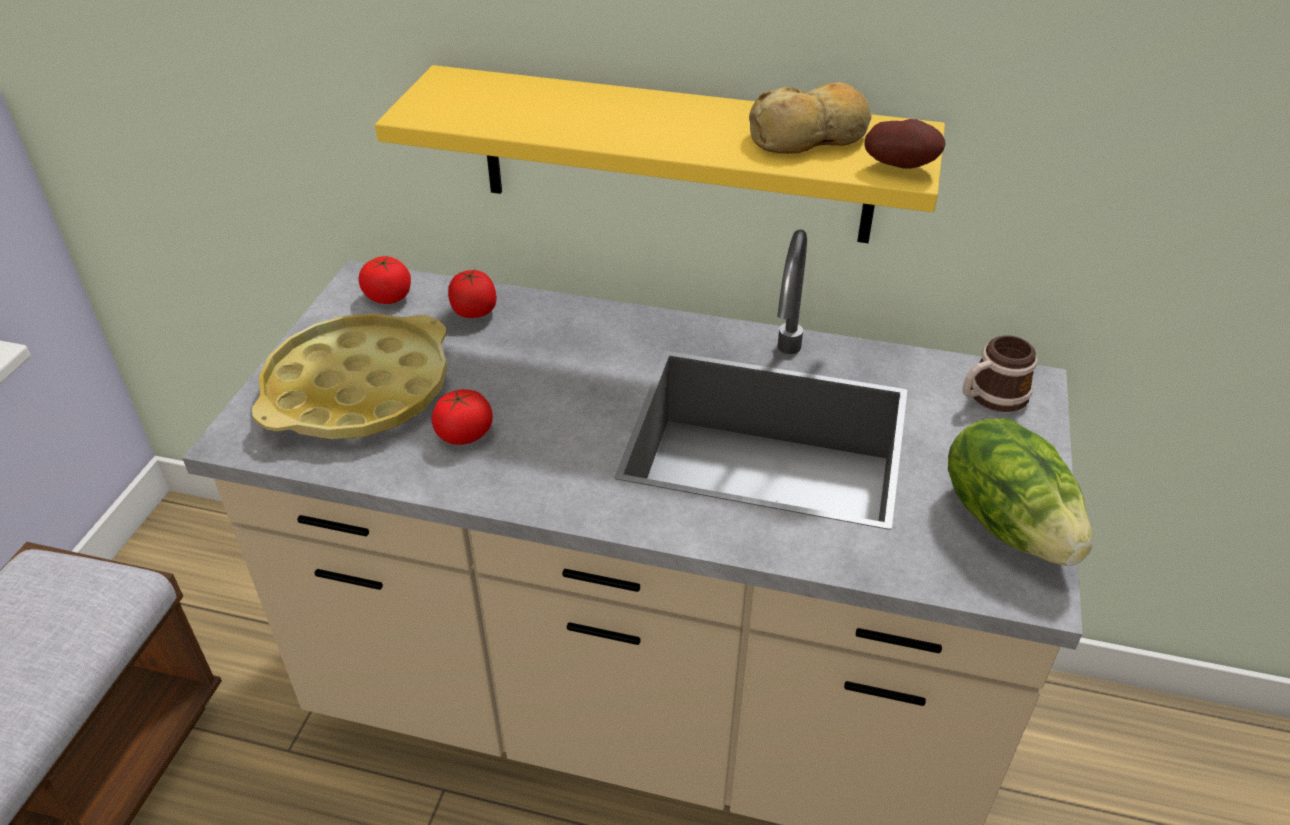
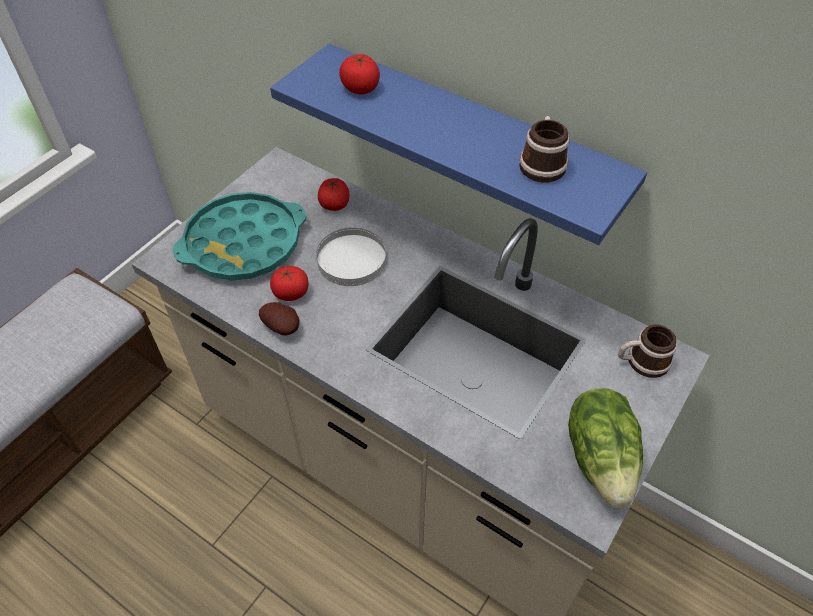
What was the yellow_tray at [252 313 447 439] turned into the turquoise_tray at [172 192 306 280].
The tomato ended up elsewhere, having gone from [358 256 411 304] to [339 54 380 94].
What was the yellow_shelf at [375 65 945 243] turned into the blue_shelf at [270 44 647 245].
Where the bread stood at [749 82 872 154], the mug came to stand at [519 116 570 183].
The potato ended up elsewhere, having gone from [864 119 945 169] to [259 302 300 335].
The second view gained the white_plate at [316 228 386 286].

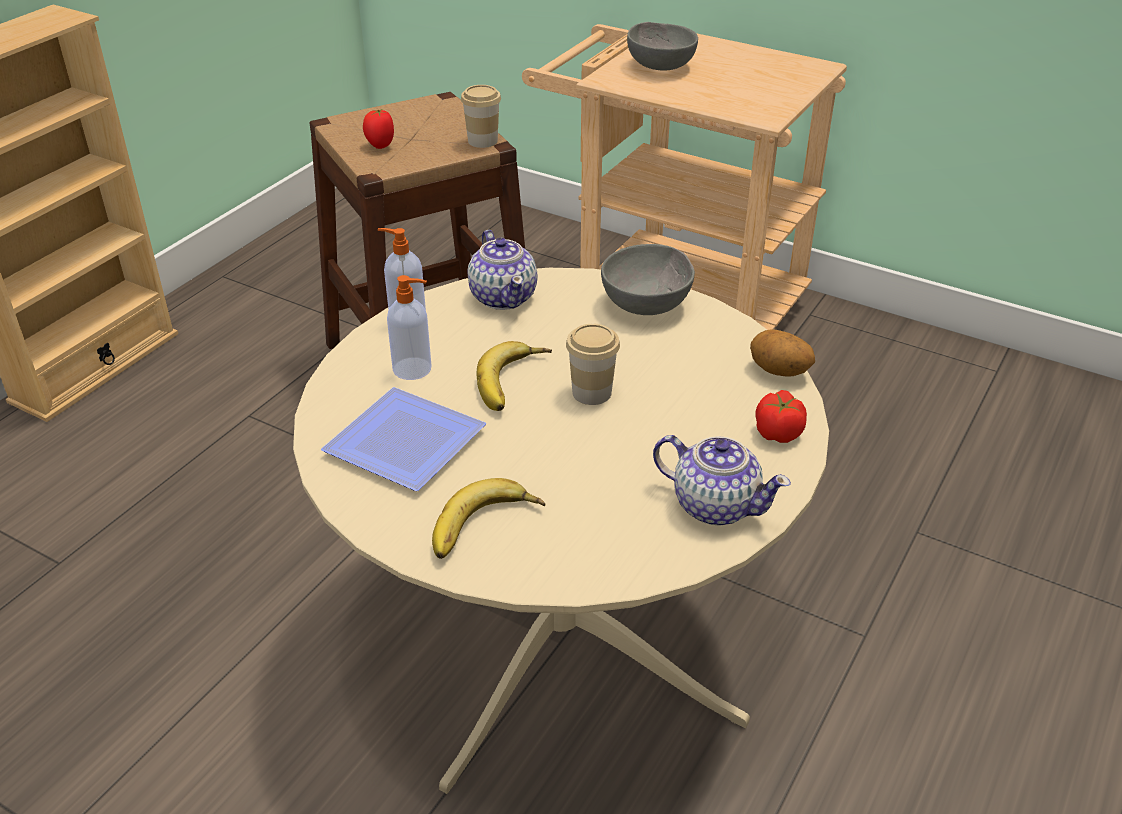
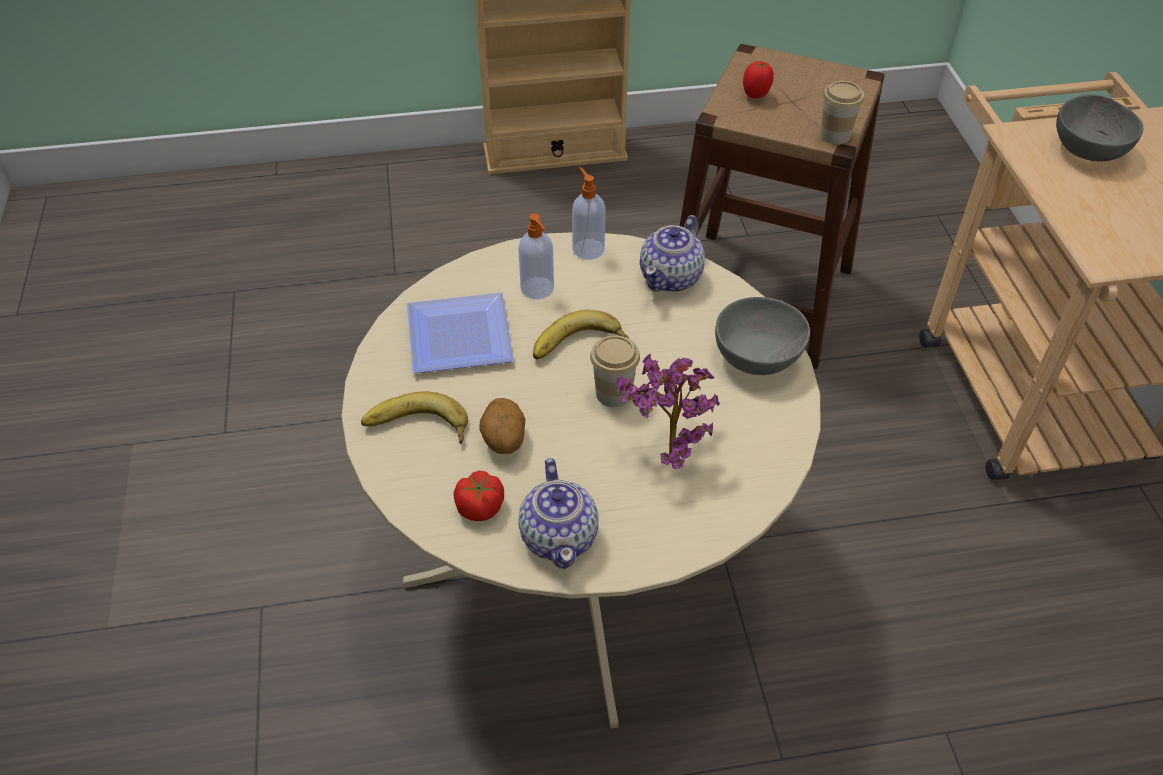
The potato ended up elsewhere, having gone from [750 329 815 377] to [480 398 525 454].
The tomato ended up elsewhere, having gone from [755 390 807 443] to [454 471 504 521].
The second view gained the potted_plant at [616 354 720 469].

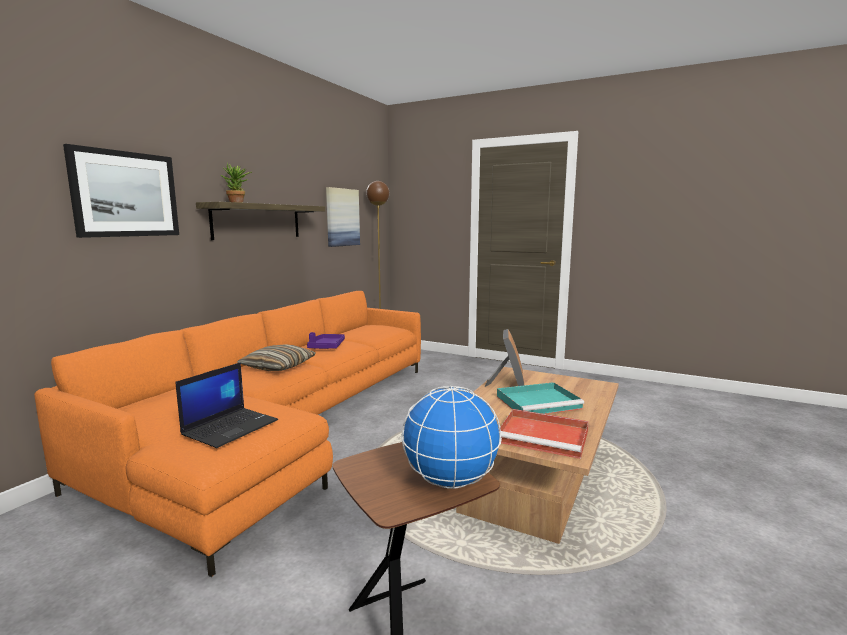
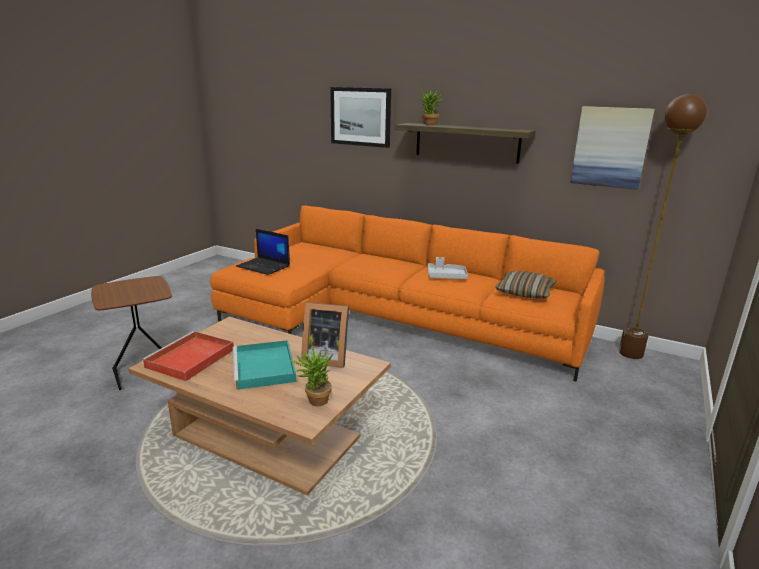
The pillow ended up elsewhere, having gone from [237 344 316 371] to [495 271 556 298].
What was the purple_tray at [307 332 345 349] turned into the grey_tray at [428 257 468 279].
The second view lost the globe at [401 386 502 489].
The second view gained the potted_plant at [290 344 333 406].

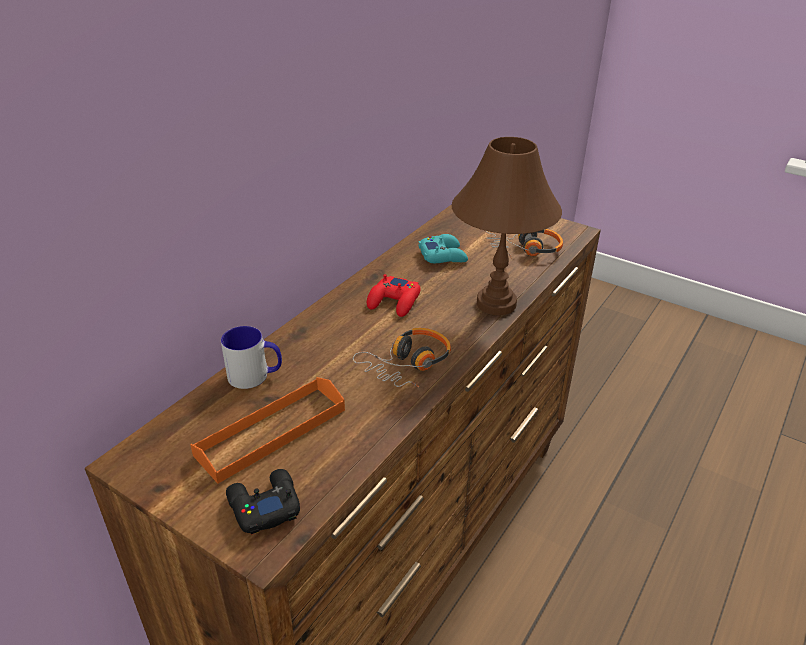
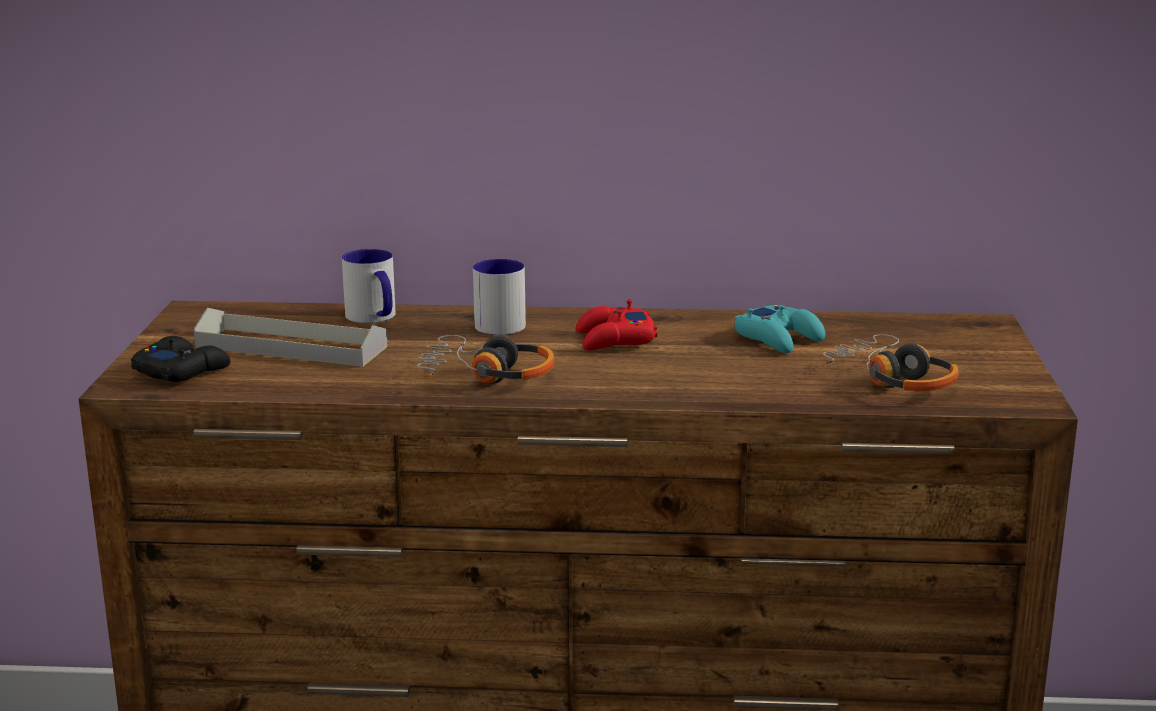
What was the orange_tray at [190 377 345 484] turned into the grey_tray at [193 308 387 367].
The second view lost the brown_table_lamp at [452 137 562 315].
The second view gained the mug at [473 259 526 335].

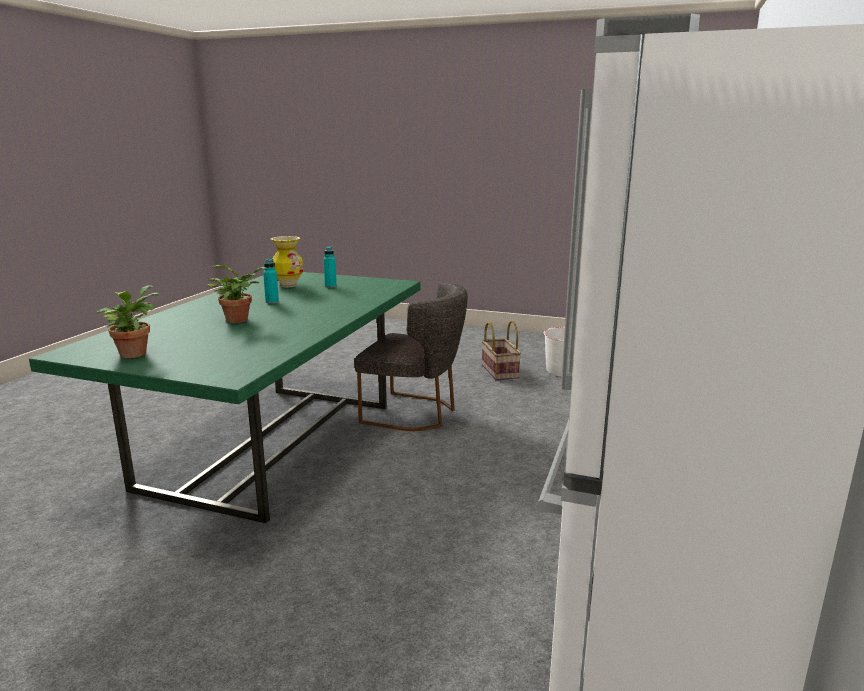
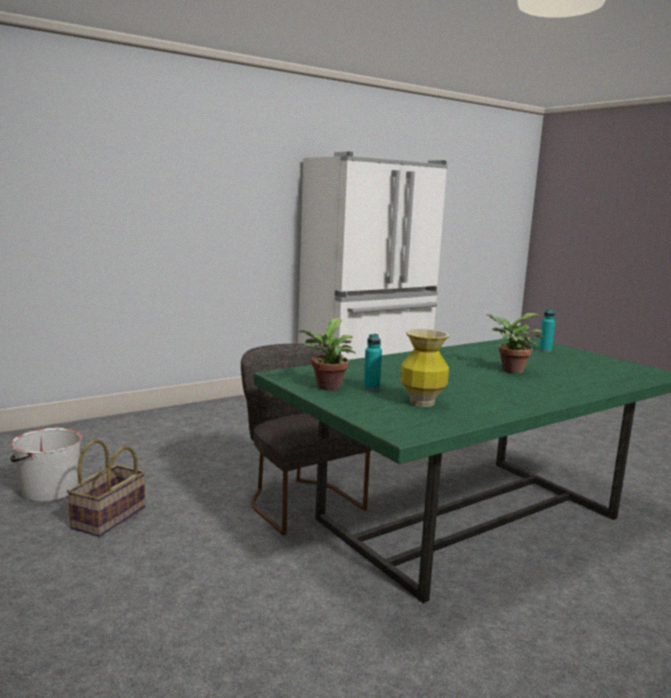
The potted_plant ended up elsewhere, having gone from [96 285 159 358] to [298 318 355 391].
The turquoise_bottle ended up elsewhere, having gone from [263 258 279 304] to [539 309 555 352].

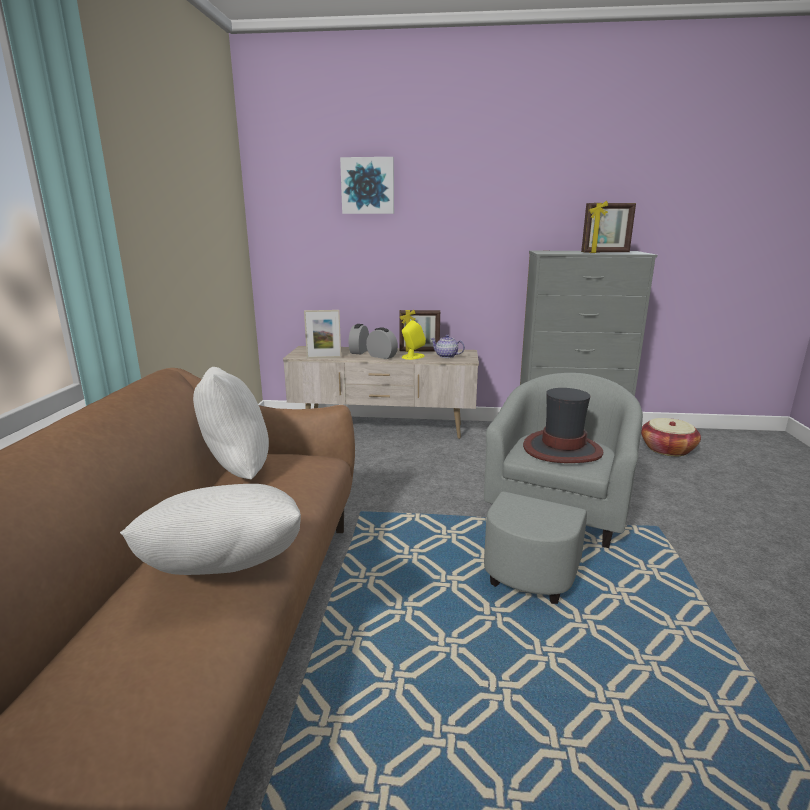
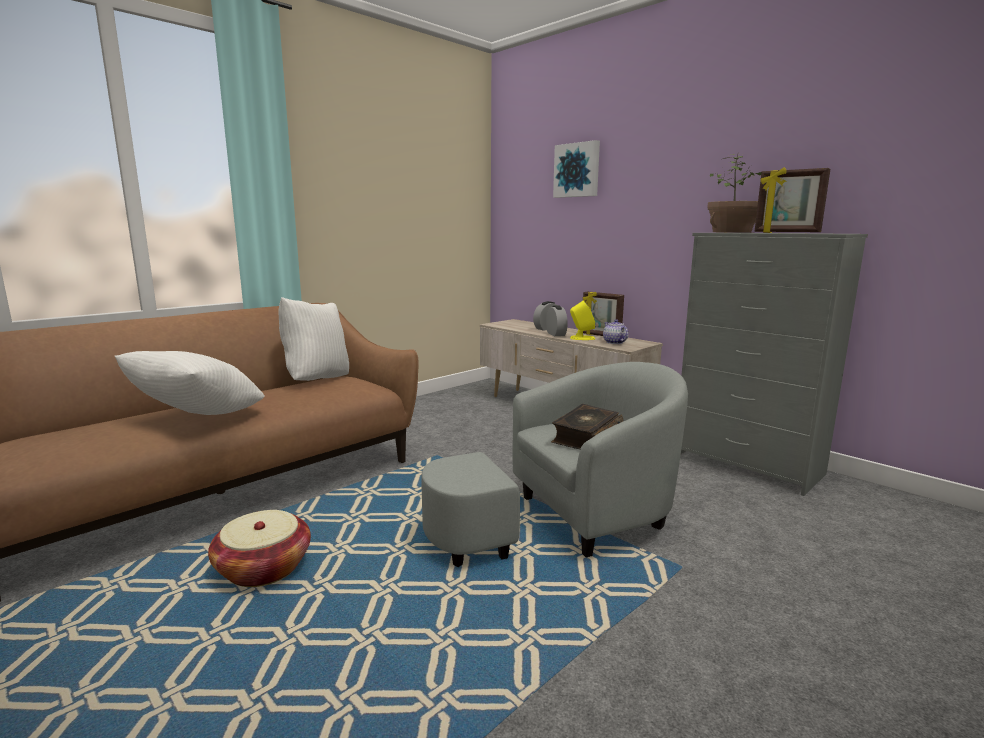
The second view lost the picture_frame at [304 310 341 358].
Where the hat stood at [523 388 603 463], the book came to stand at [551 404 623 450].
The basket ended up elsewhere, having gone from [641 418 701 456] to [208 510 311 587].
The second view gained the potted_plant at [707 154 761 233].

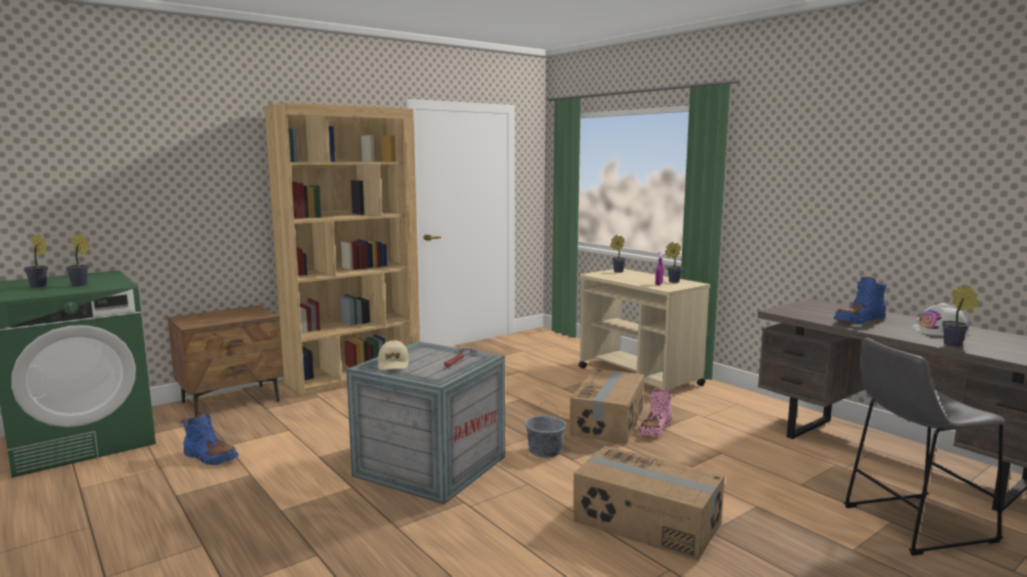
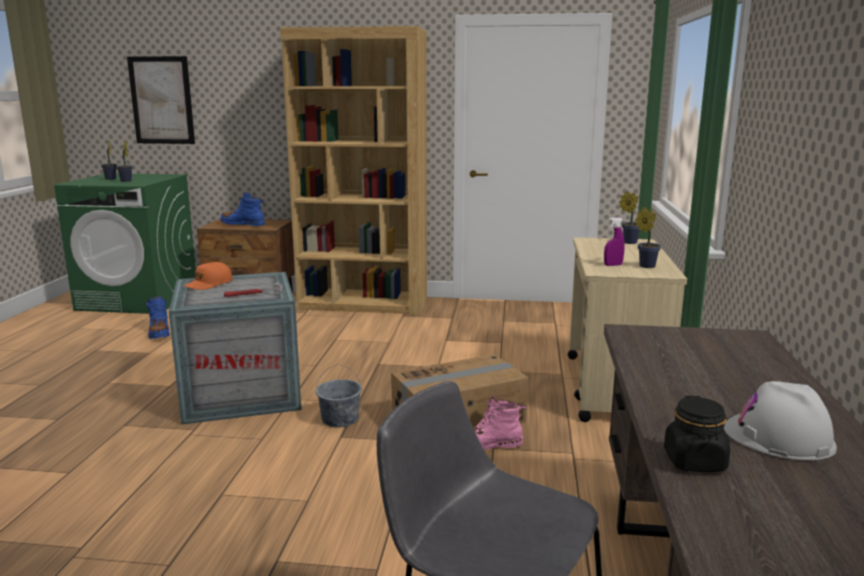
What was the beige_cap at [378 340 409 370] turned into the orange_cap at [184 262 232 290].
The second view lost the cardboard_box at [573 446 725 561].
The blue_boot ended up elsewhere, having gone from [834 277 887 324] to [220 192 265 226].
Where the potted_plant stood at [942 286 979 347], the black_jar came to stand at [664 396 730 472].
The second view gained the picture at [127 56 195 144].

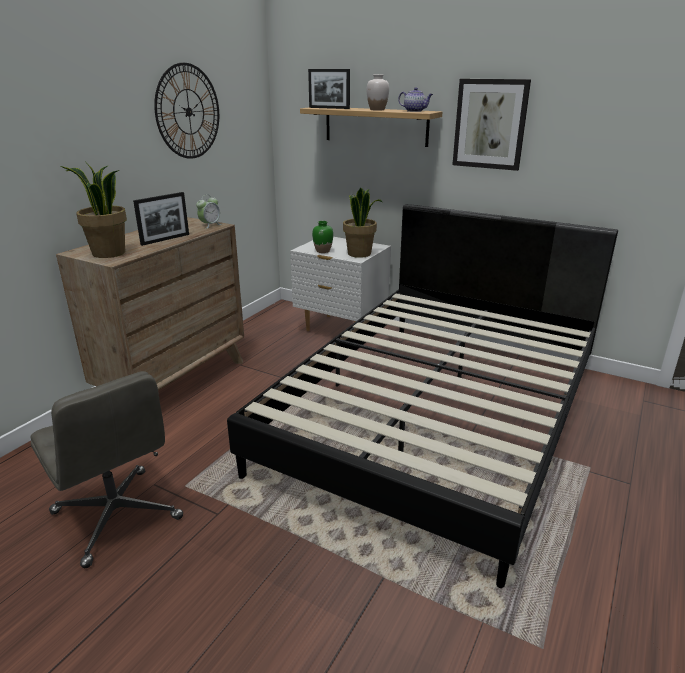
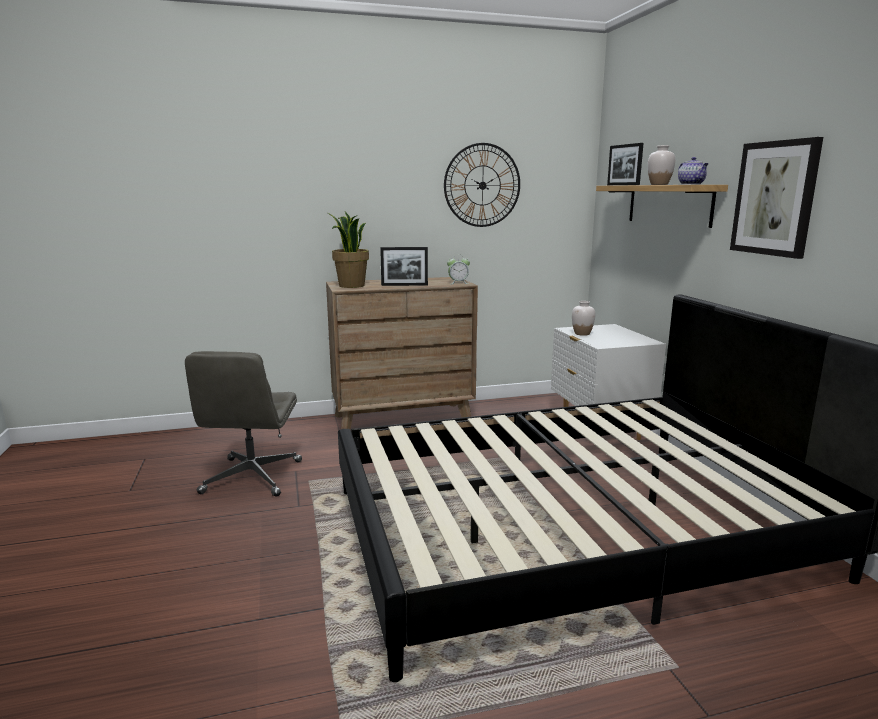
What was the green_vase at [312 221 333 253] turned into the white_vase at [572 301 595 336].
The second view lost the potted_plant at [343 188 382 258].

